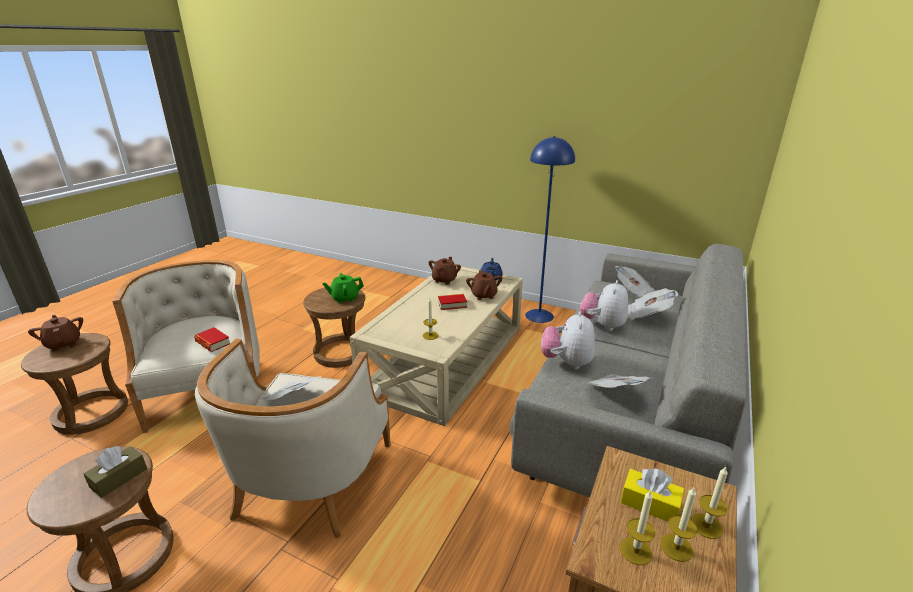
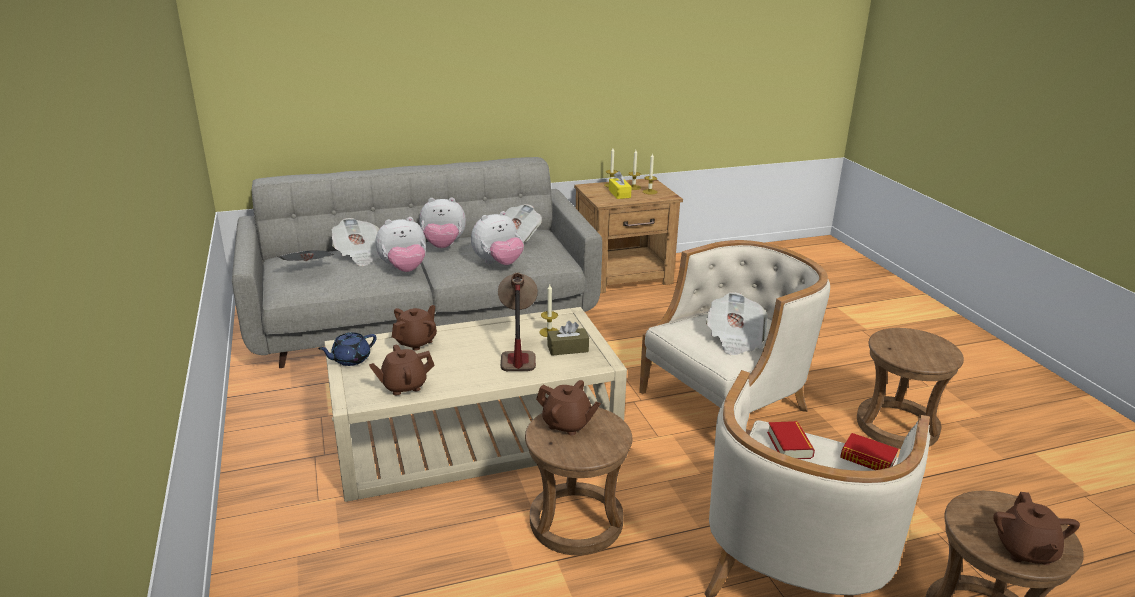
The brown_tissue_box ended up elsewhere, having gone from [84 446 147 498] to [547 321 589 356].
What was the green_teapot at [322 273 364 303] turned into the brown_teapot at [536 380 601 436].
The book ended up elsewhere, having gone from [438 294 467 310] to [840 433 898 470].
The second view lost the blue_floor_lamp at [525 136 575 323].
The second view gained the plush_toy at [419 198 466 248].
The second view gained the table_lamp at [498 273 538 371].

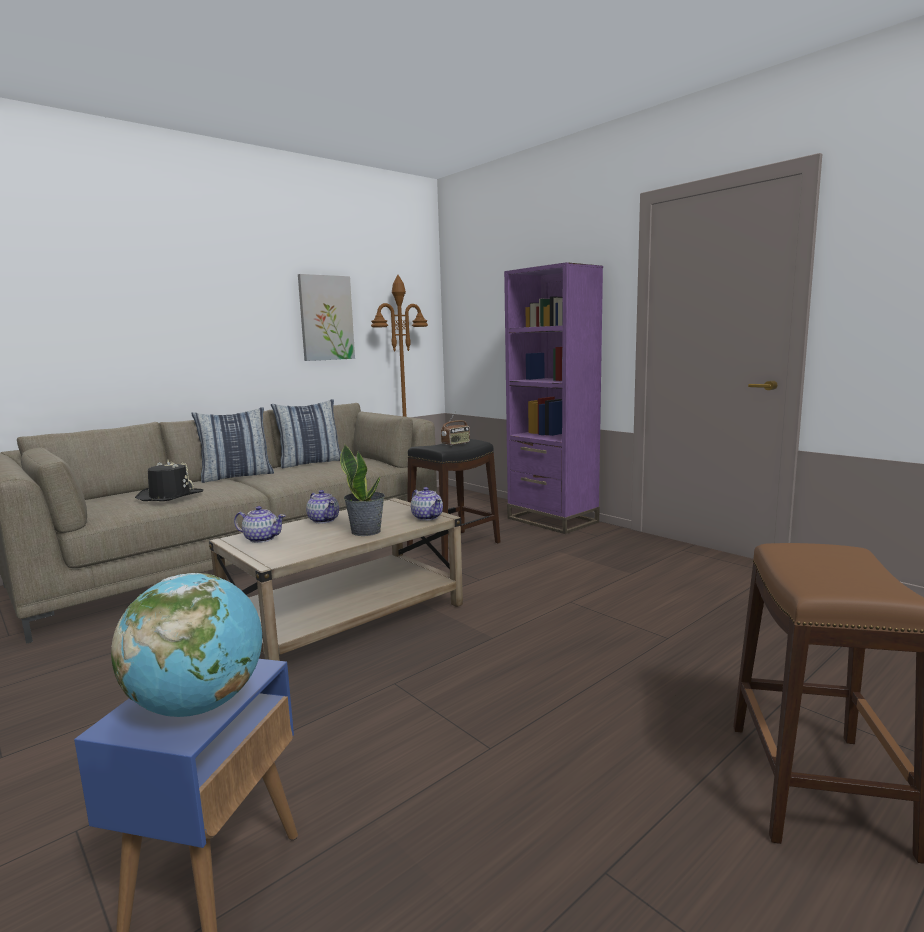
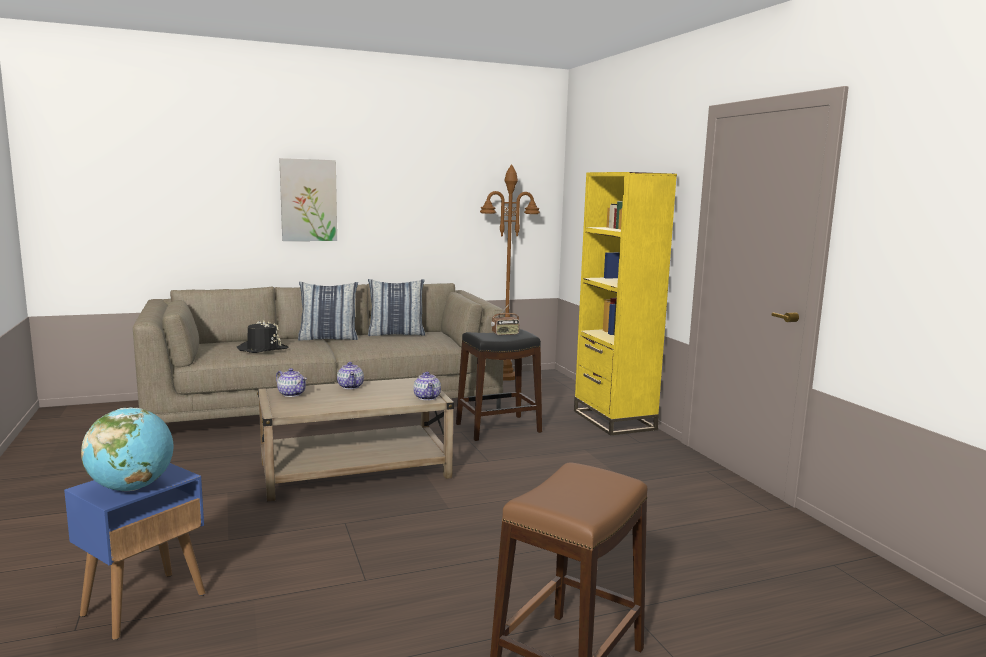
The picture ended up elsewhere, having gone from [298 274 355 361] to [279 158 337 241].
The second view lost the potted_plant at [340 444 385 536].
What was the purple_bookcase at [504 262 603 534] turned into the yellow_bookcase at [574 172 677 436].

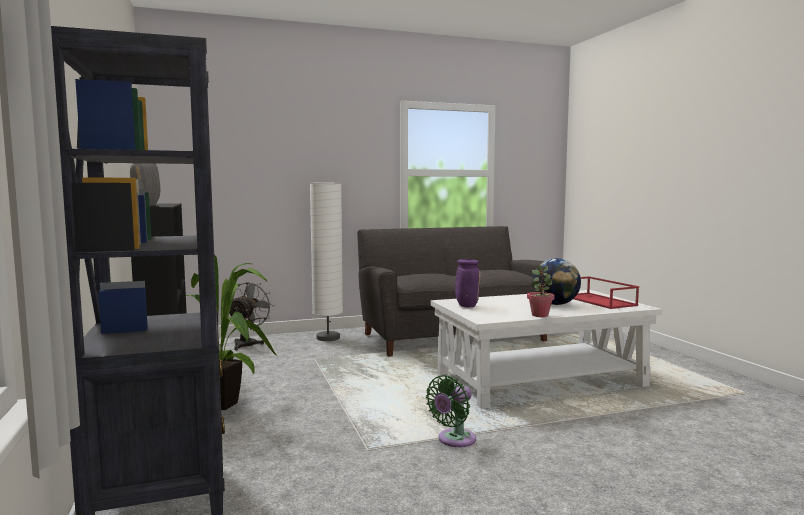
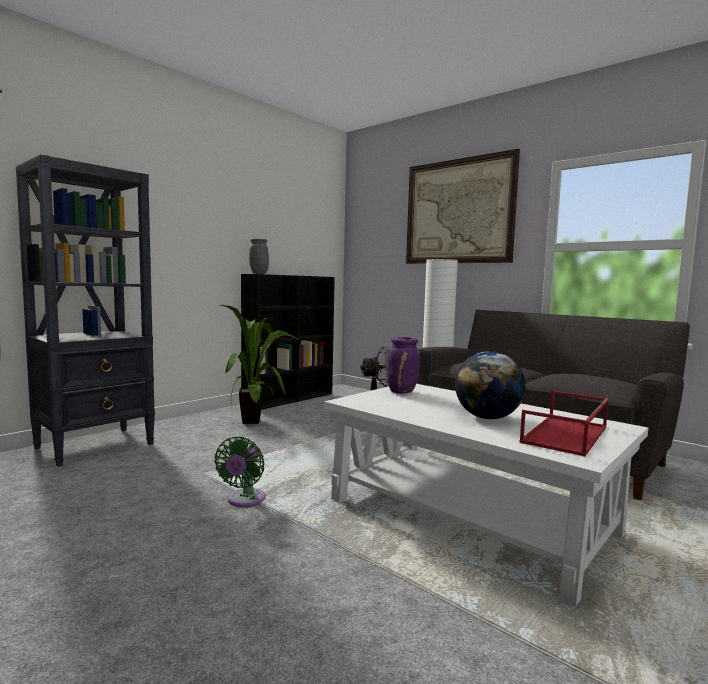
The green_fan at [426 375 476 447] ended up facing another way, 90 degrees counterclockwise from before.
The second view lost the potted_plant at [527 266 555 317].
The second view gained the picture at [406 149 520 264].

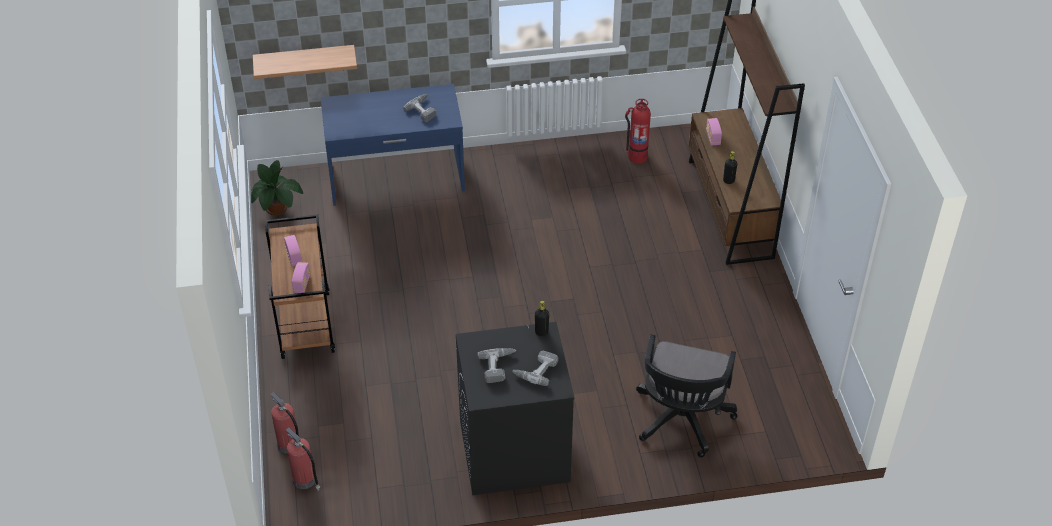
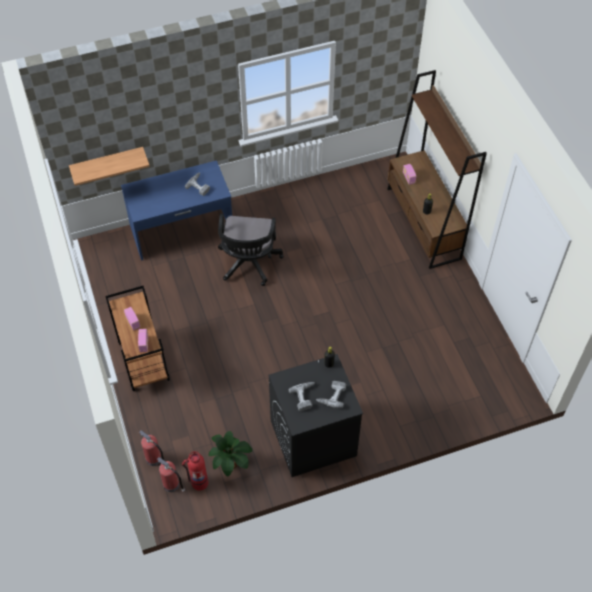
The potted_plant ended up elsewhere, having gone from [251 160 303 215] to [208 431 253 476].
The fire_extinguisher ended up elsewhere, having gone from [625 99 651 163] to [182 451 208 491].
The black_office_chair ended up elsewhere, having gone from [636 334 737 458] to [218 214 284 286].

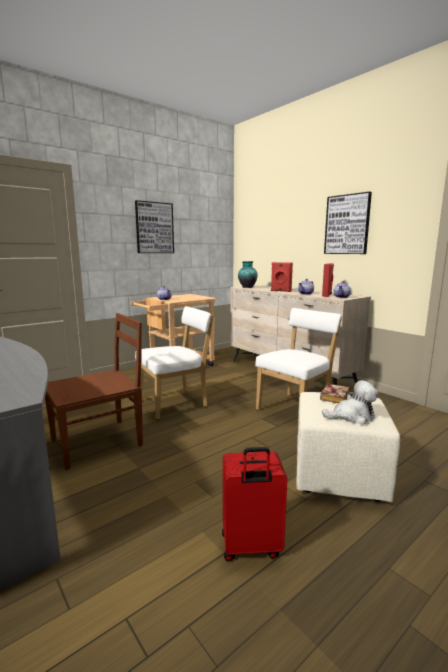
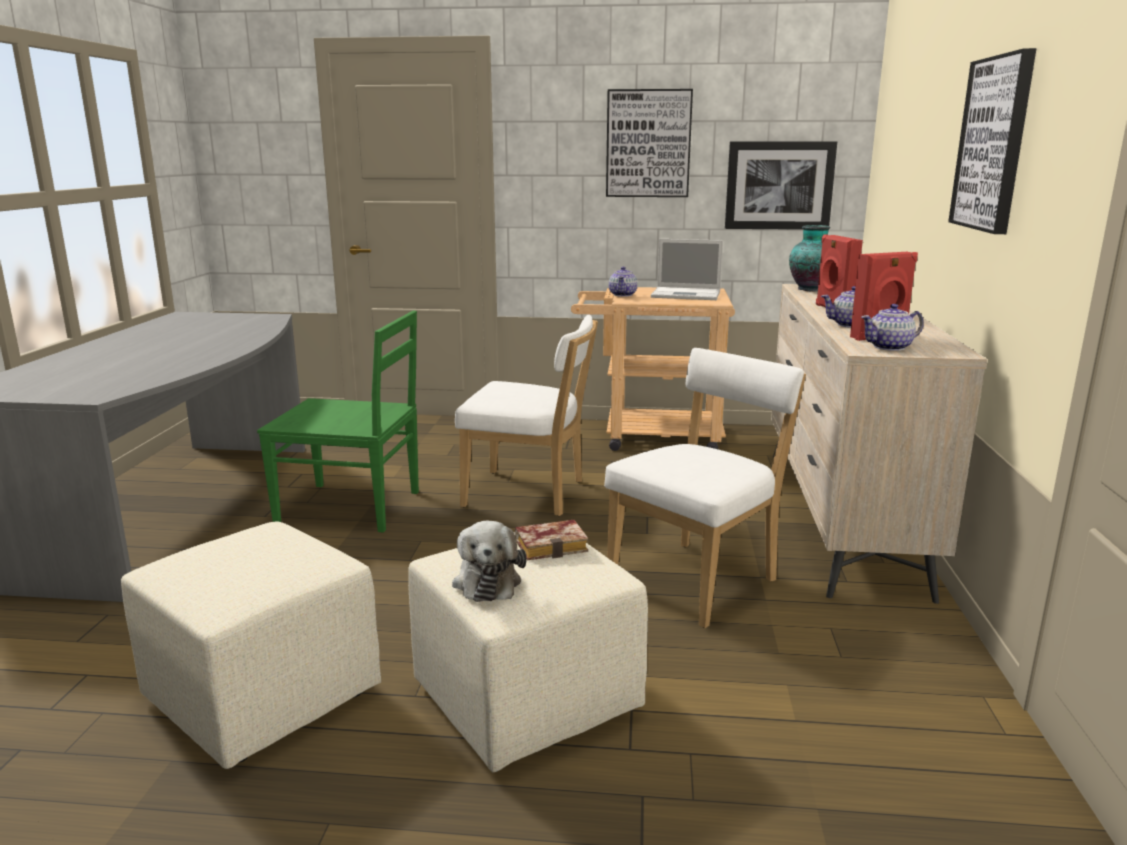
What was the brown_chair at [45 313 143 470] turned into the green_chair at [257 310 419 533].
Where the red_suitcase stood at [222 447 287 561], the beige_ottoman came to stand at [121 521 381 769].
The white_chair at [255 308 342 422] ended up facing another way, 45 degrees counterclockwise from before.
The plush_toy at [322 380 378 424] ended up facing another way, 45 degrees clockwise from before.
The second view gained the laptop at [651 239 723 300].
The second view gained the picture at [725 141 837 230].

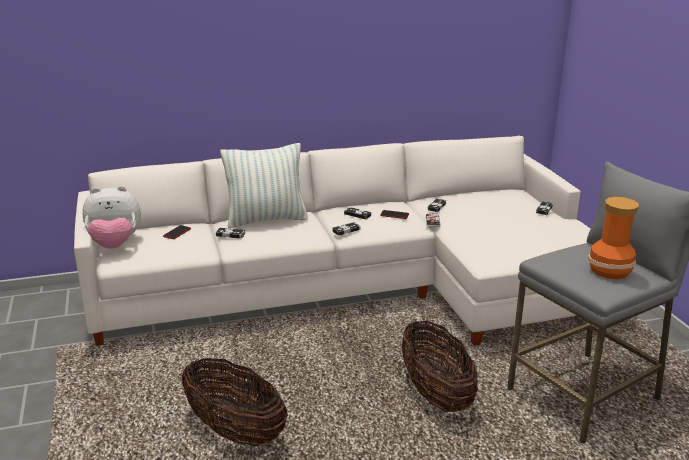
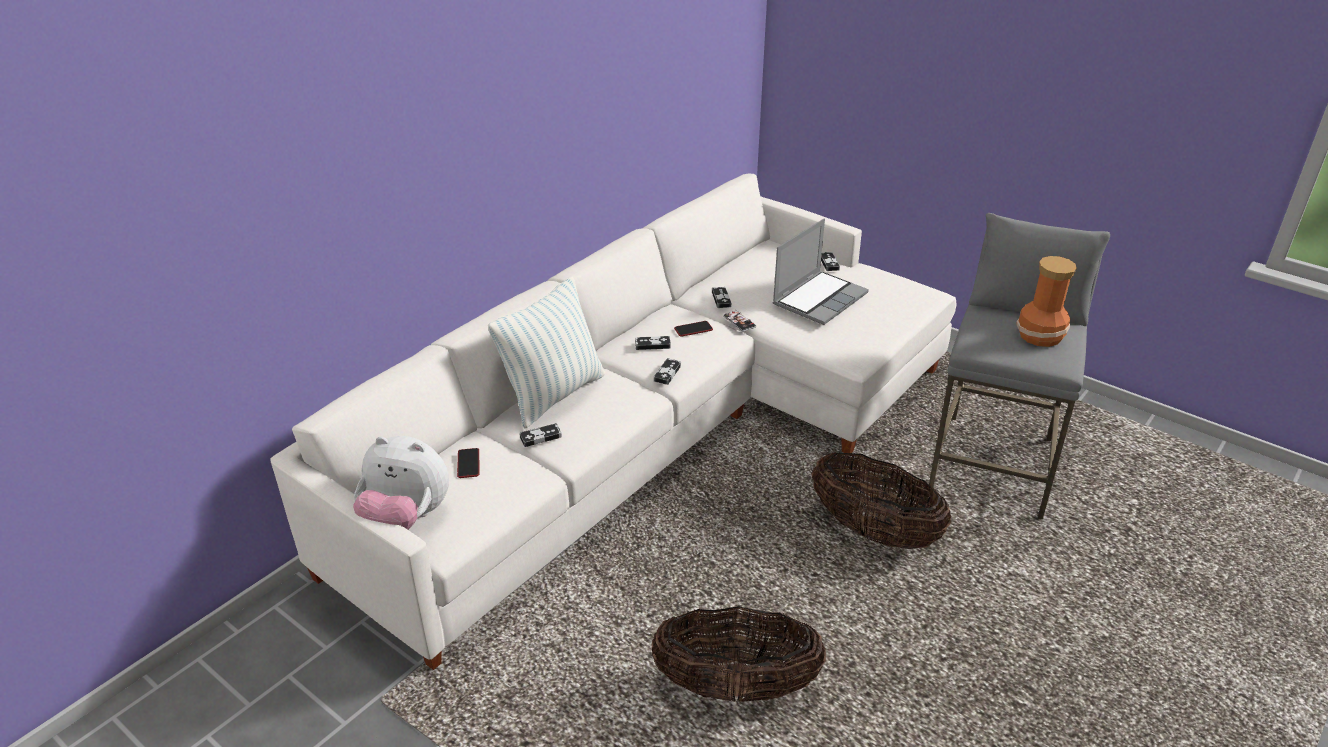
The plush_toy at [82 186 141 249] ended up facing another way, 60 degrees clockwise from before.
The second view gained the laptop at [773 218 869 325].

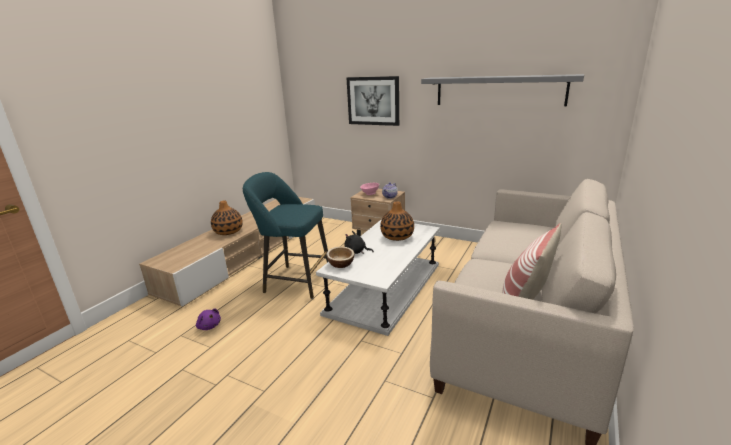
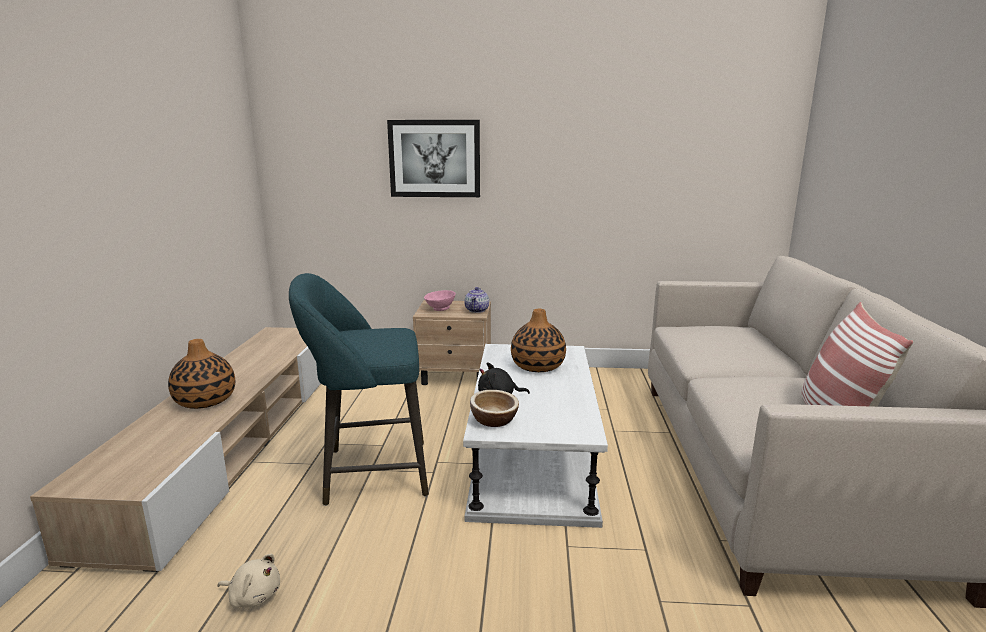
What was the purple_plush_toy at [196 309 221 330] turned into the beige_plush_toy at [217 554 280 608].
The second view lost the grey_shelf at [421 74 584 106].

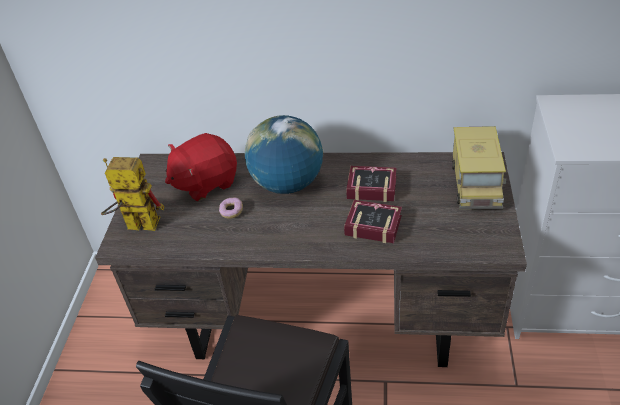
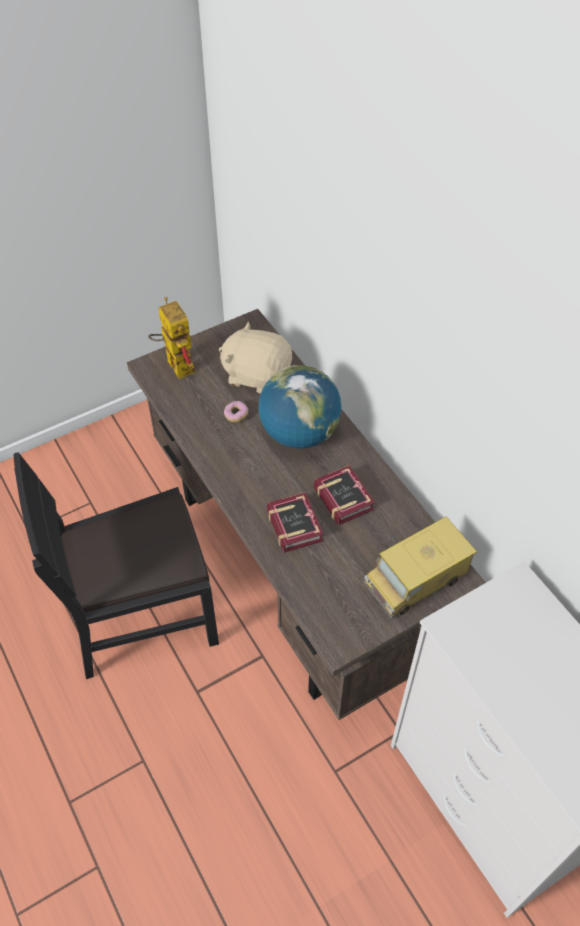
What was the red_plush_toy at [165 133 237 201] turned into the beige_plush_toy at [219 321 292 394].

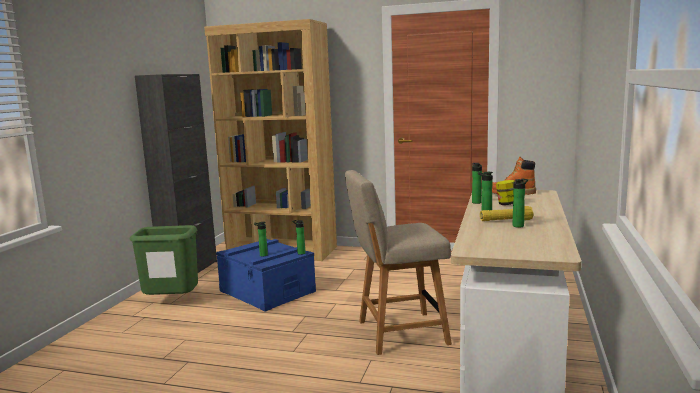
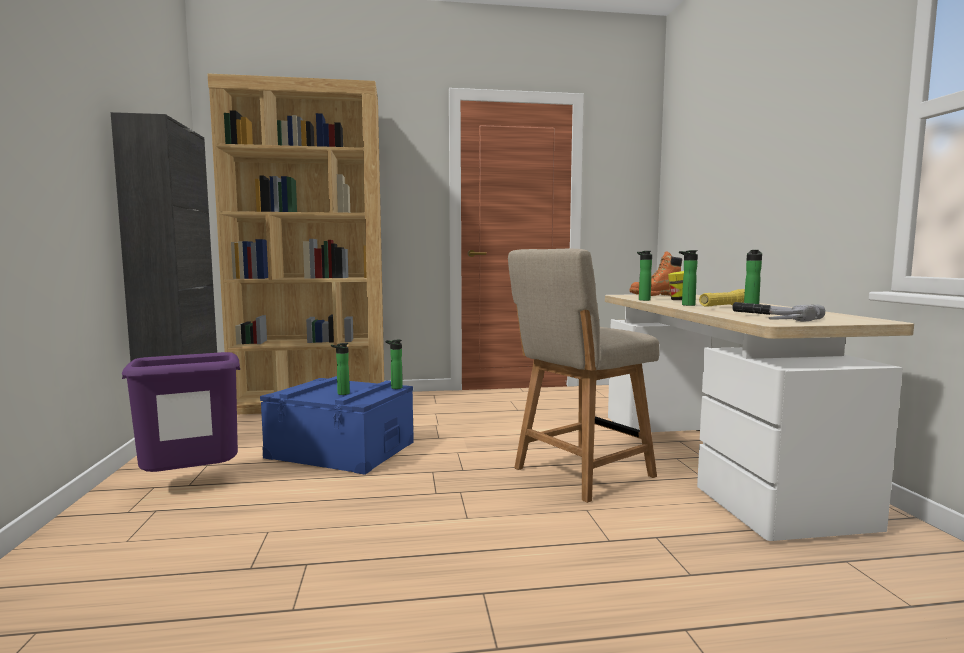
What was the green_trash_can at [129 225 198 295] turned into the purple_trash_can at [122 352 240 472].
The second view gained the hammer at [732 302 825 322].

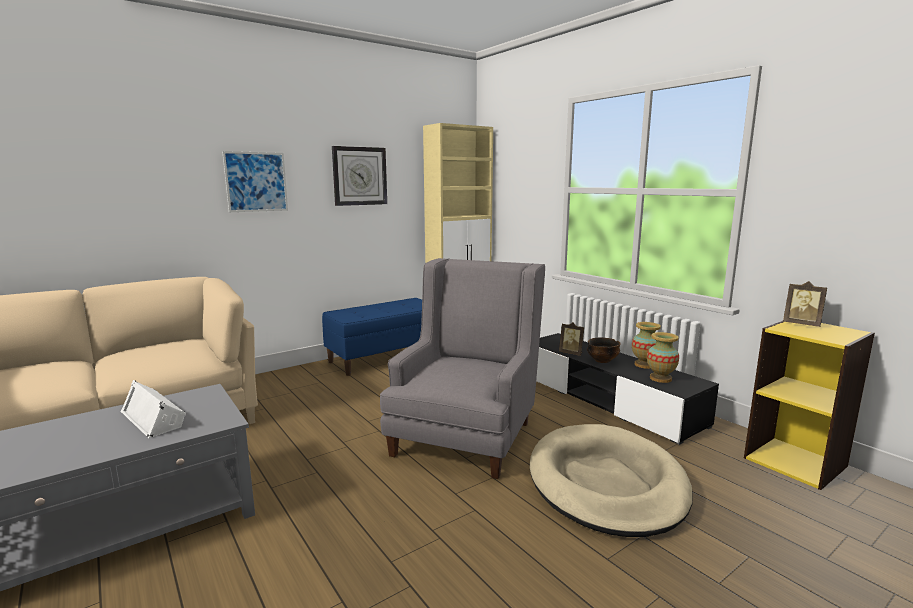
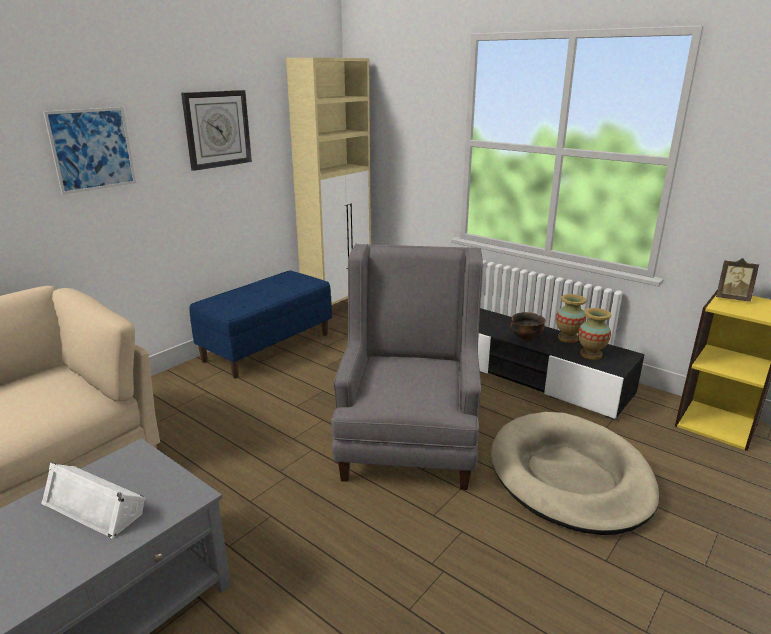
The second view lost the picture_frame at [559 322 584 356].

